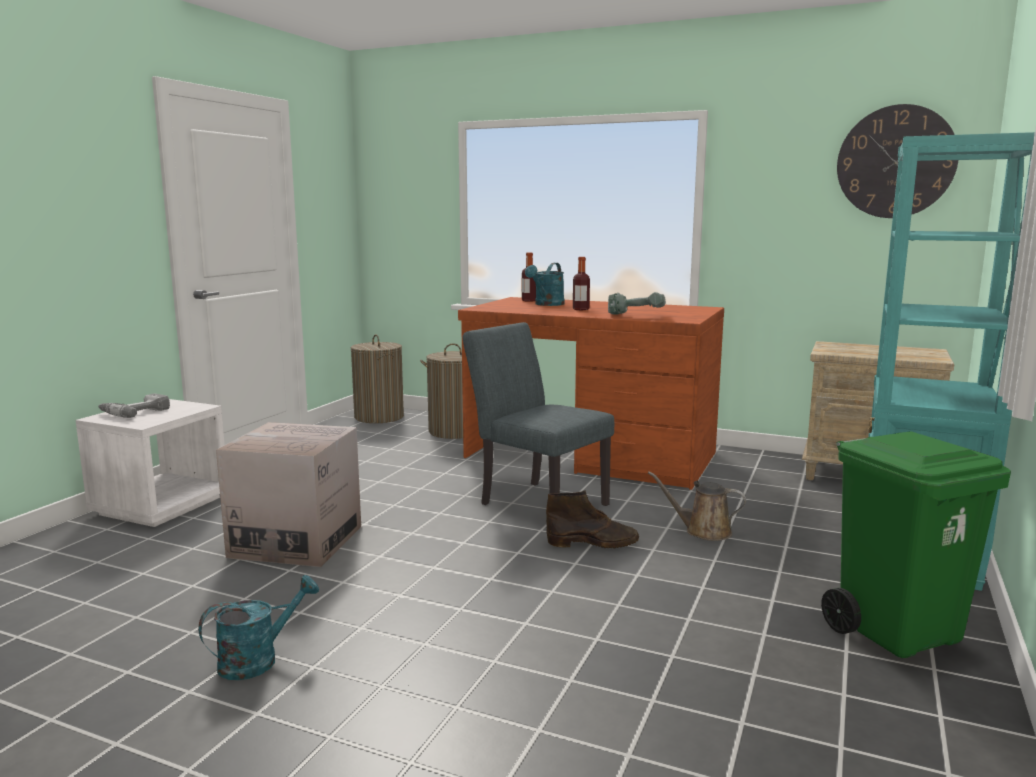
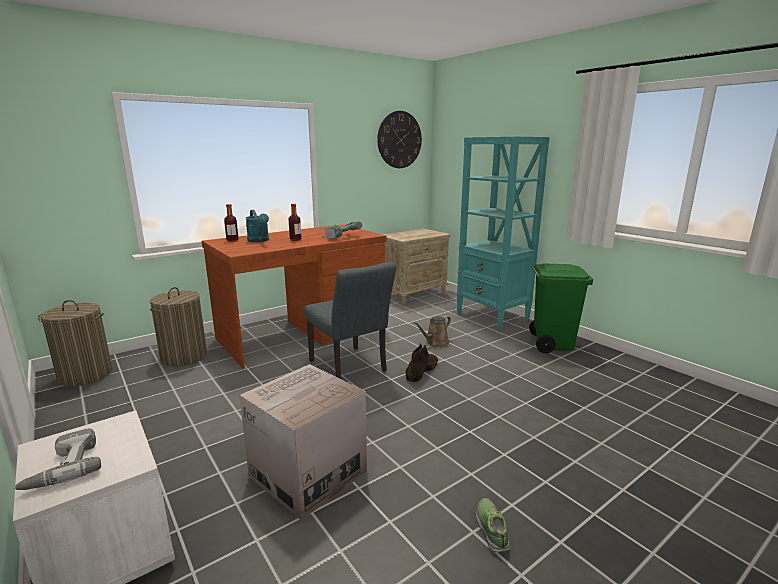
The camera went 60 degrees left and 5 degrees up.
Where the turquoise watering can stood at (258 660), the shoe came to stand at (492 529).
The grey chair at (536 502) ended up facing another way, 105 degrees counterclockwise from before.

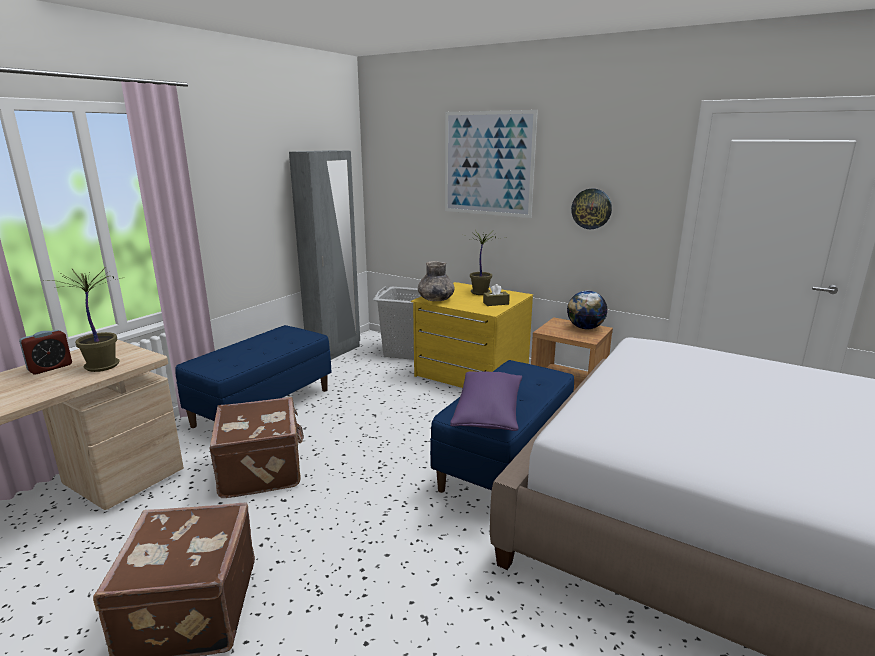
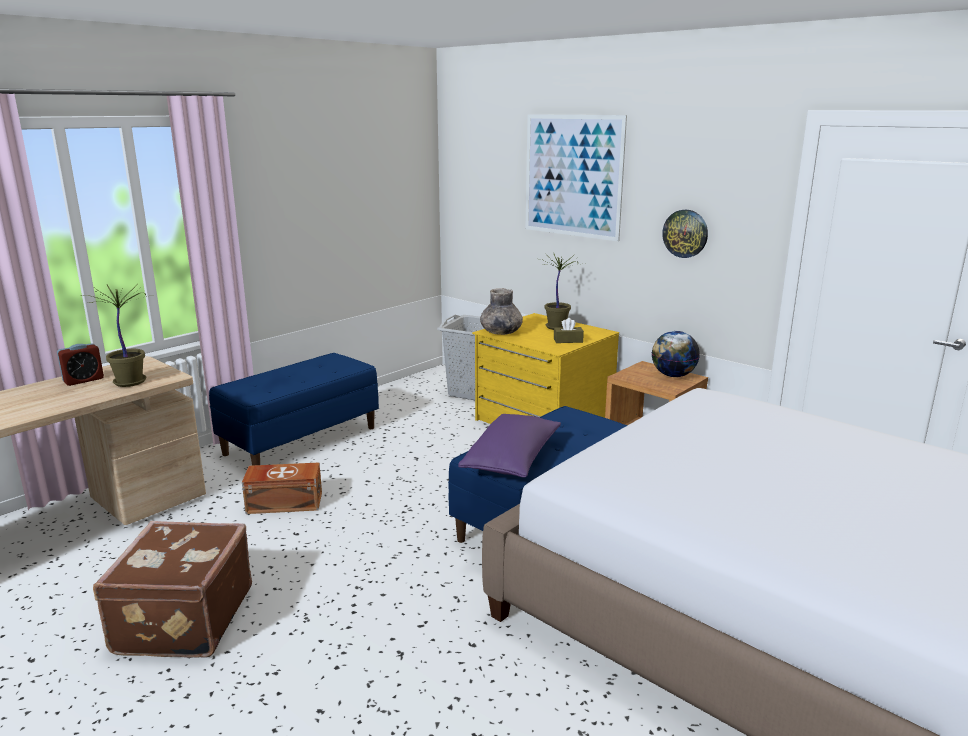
The camera went 10 degrees right and 0 degrees up.
Where the brown suitcase stood at (263 469), the brown storage box came to stand at (283 502).
The second view lost the grey wardrobe at (334 352).

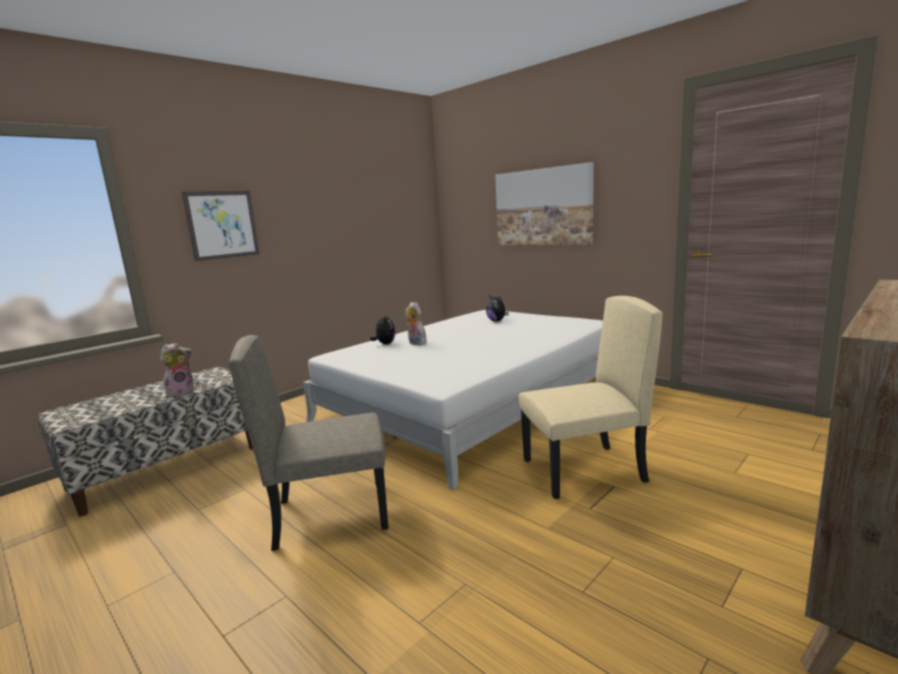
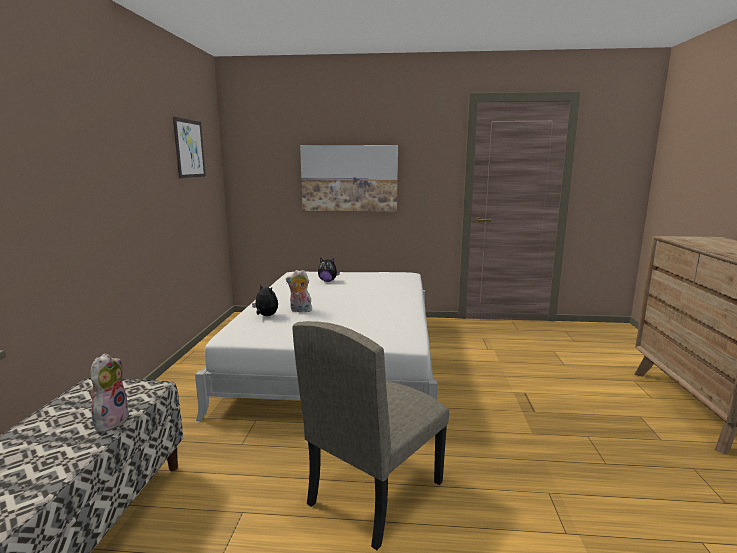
The camera went 40 degrees left and 0 degrees up.
The picture ended up elsewhere, having gone from (222 224) to (189 148).
The second view lost the beige chair at (583 471).

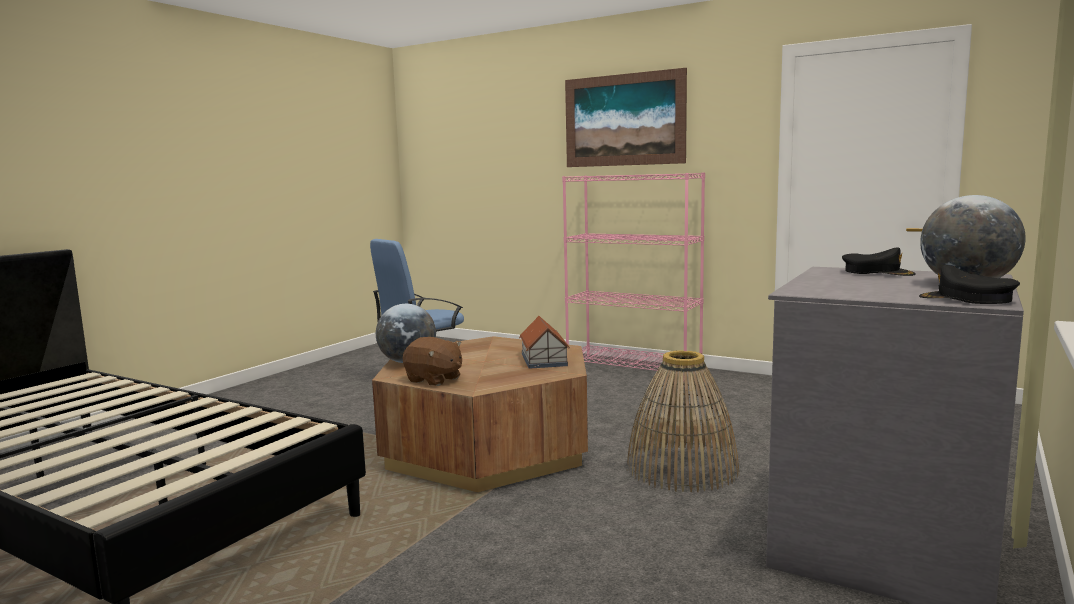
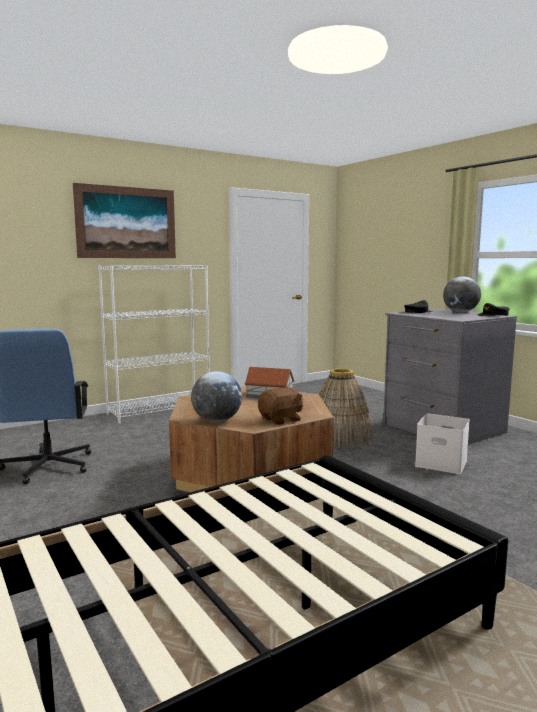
The camera went 65 degrees left and 0 degrees up.
What was the pink bookcase at (634 367) turned into the white bookcase at (159 410).
The second view gained the white storage box at (442 463).

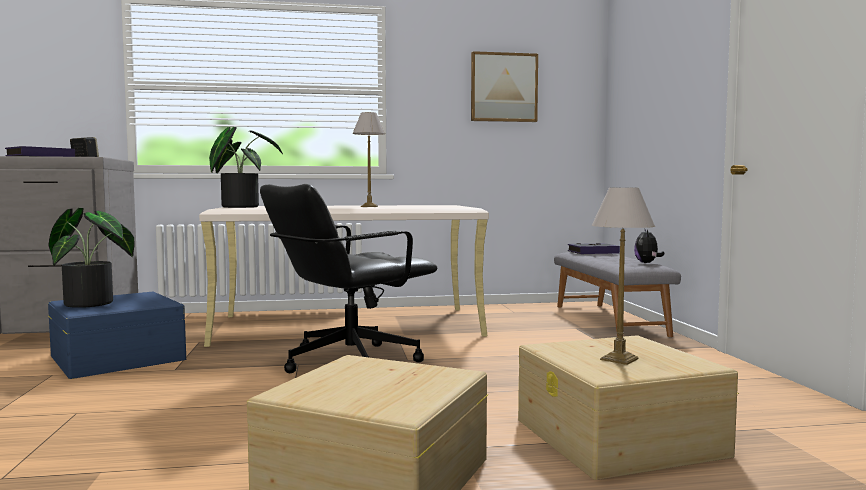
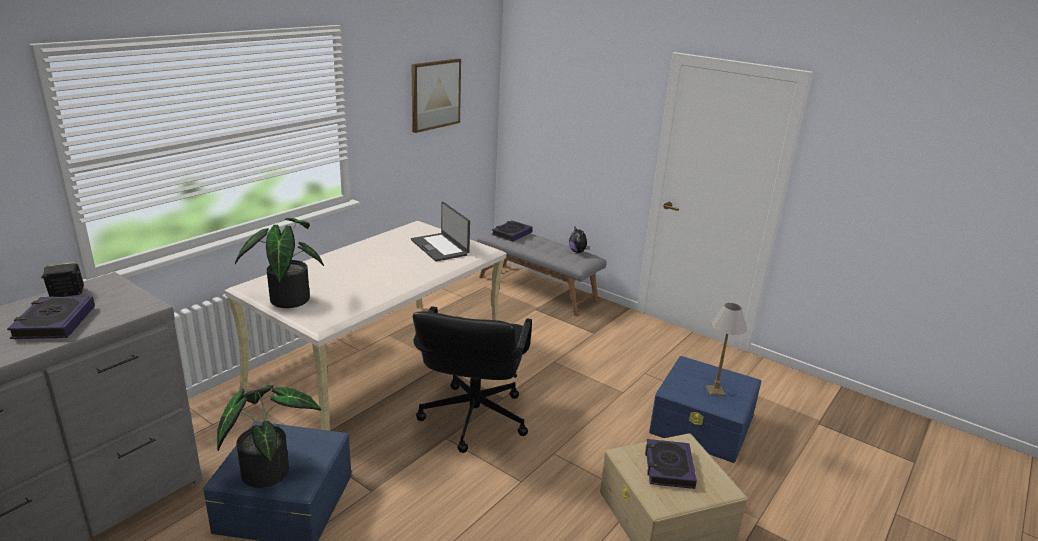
The camera went 45 degrees left and 20 degrees up.
The second view lost the table lamp at (369 206).
What was the beige storage box at (618 437) turned into the blue storage box at (702 425).
The second view gained the laptop at (440 247).
The second view gained the book at (668 467).

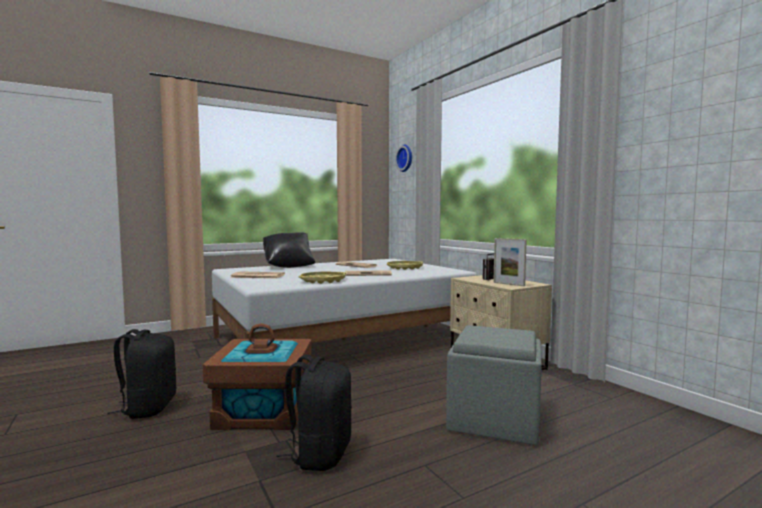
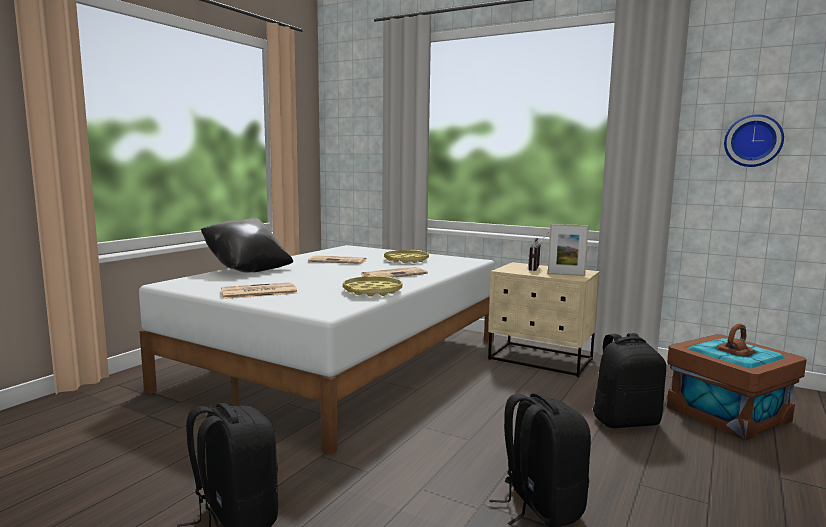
The camera went 30 degrees left and 5 degrees up.
The brown storage box ended up elsewhere, having gone from (263 411) to (728 414).
The wall clock ended up elsewhere, having gone from (406 158) to (753 141).
Where the grey ottoman stood at (495 419), the black backpack came to stand at (625 421).

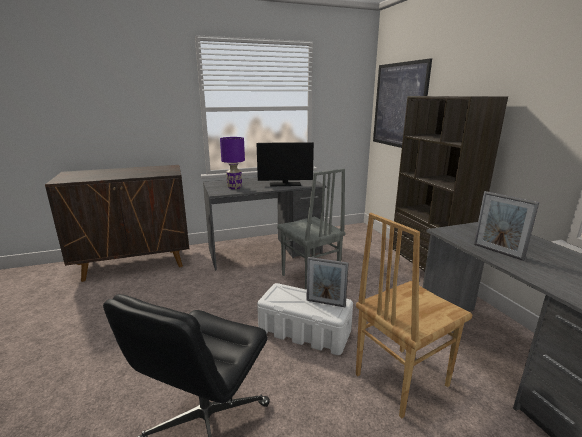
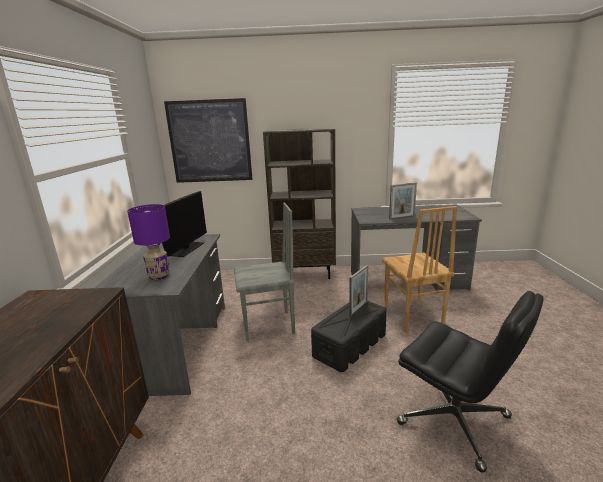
The camera went 70 degrees left and 0 degrees up.
What was the white storage box at (305 331) turned into the black storage box at (350 345).

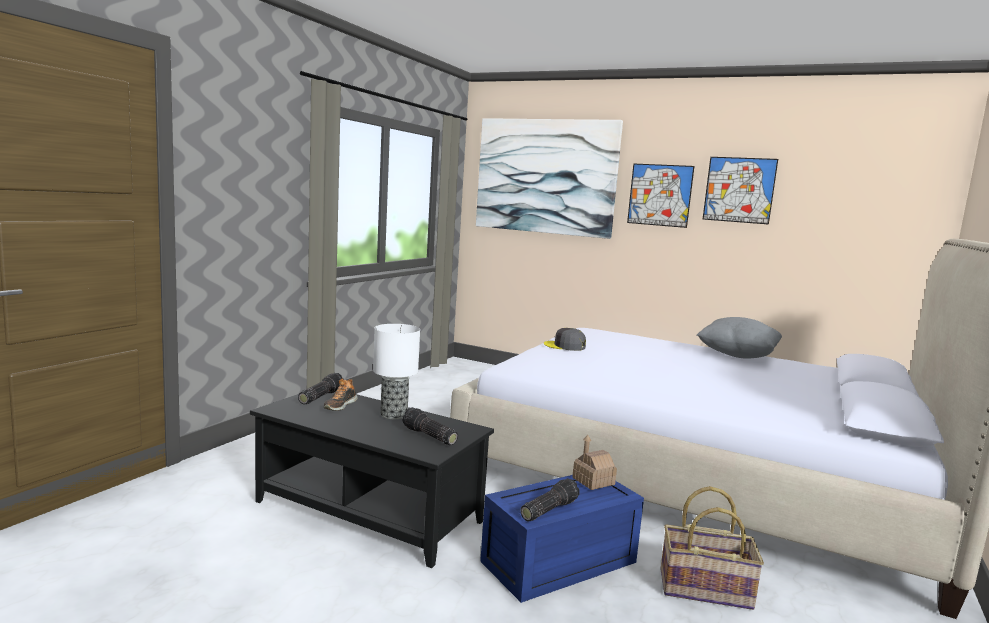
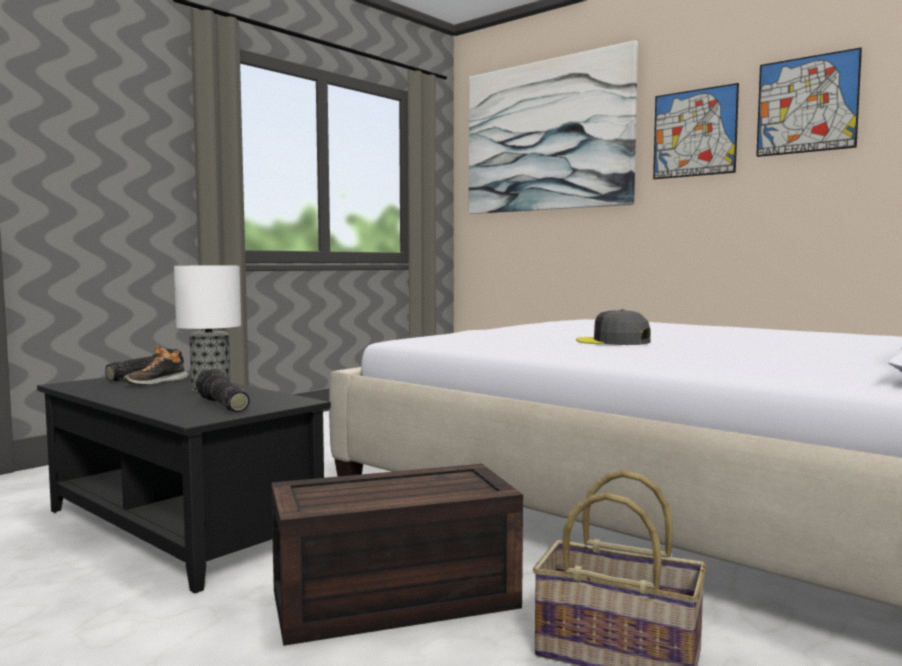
The camera went 15 degrees right and 5 degrees down.
What was the blue storage box at (559 563) turned into the brown storage box at (392 601).
The second view lost the flashlight at (548 509).
The grey cap ended up elsewhere, having gone from (565 346) to (613 342).
The second view lost the toy house at (593 481).
The second view lost the grey pillow at (737 355).

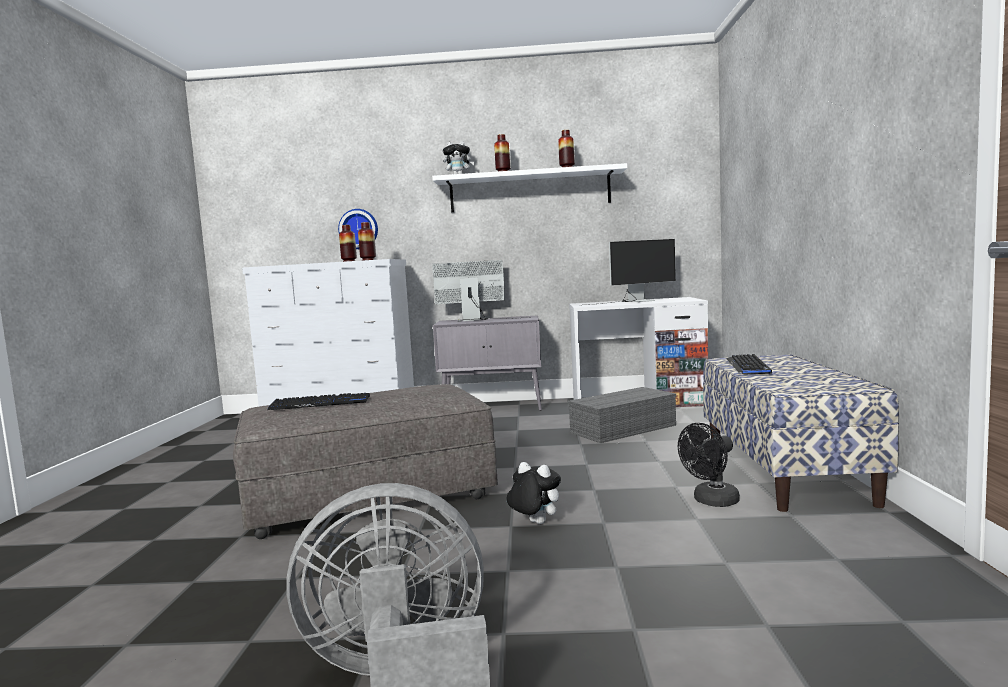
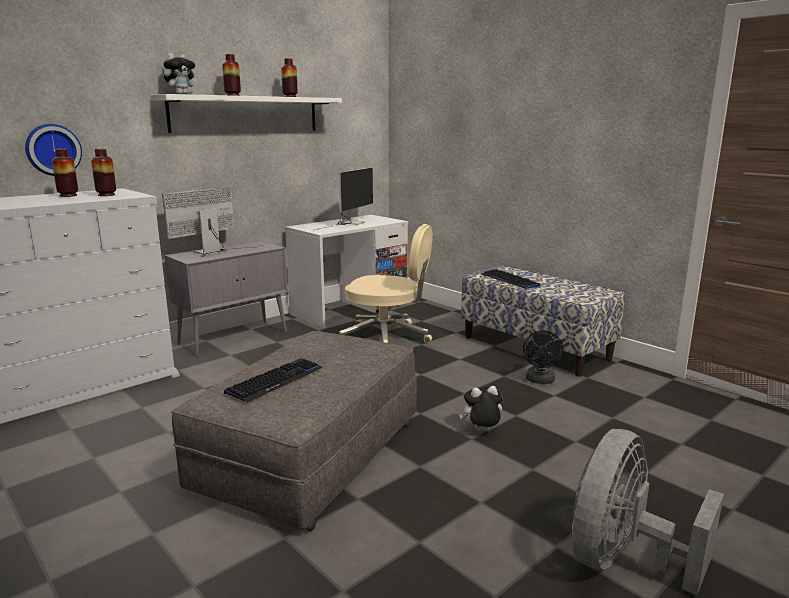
The camera went 45 degrees left and 10 degrees up.
Where the grey storage box stood at (623 429), the beige office chair came to stand at (387 337).

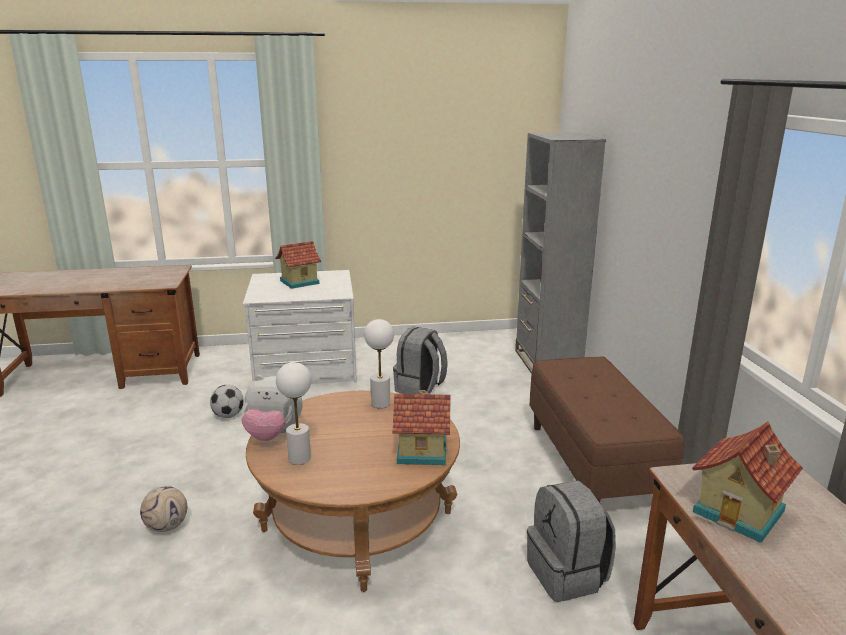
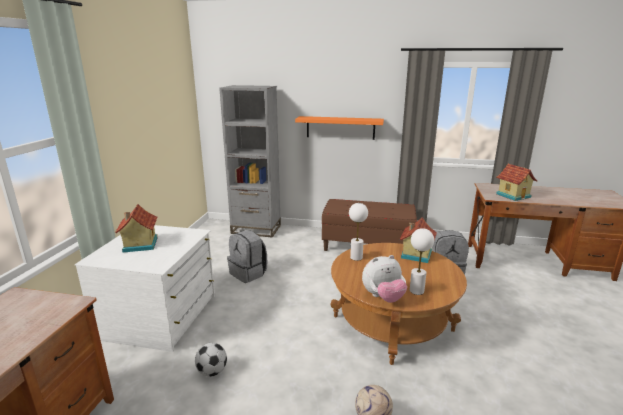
The camera went 70 degrees left and 0 degrees up.
The plush toy at (273 435) ended up facing another way, 45 degrees clockwise from before.
The second view gained the orange shelf at (340 127).

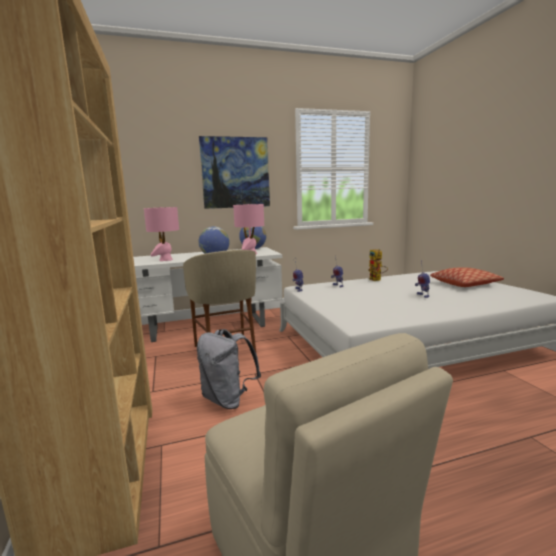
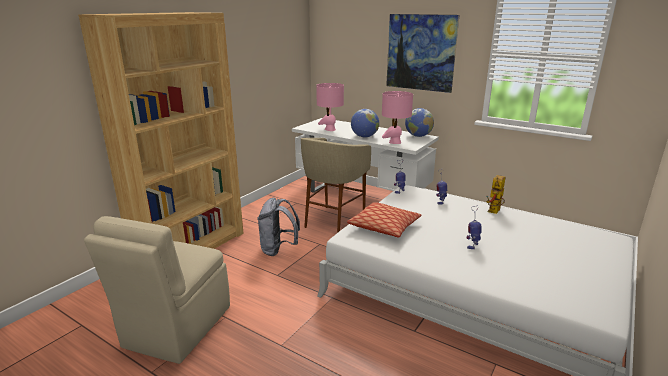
The camera went 50 degrees right and 10 degrees up.
The pillow ended up elsewhere, having gone from (464 284) to (384 227).

